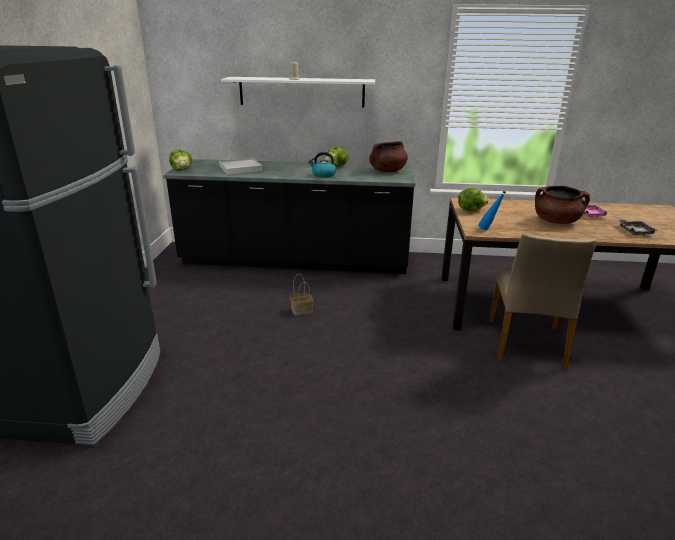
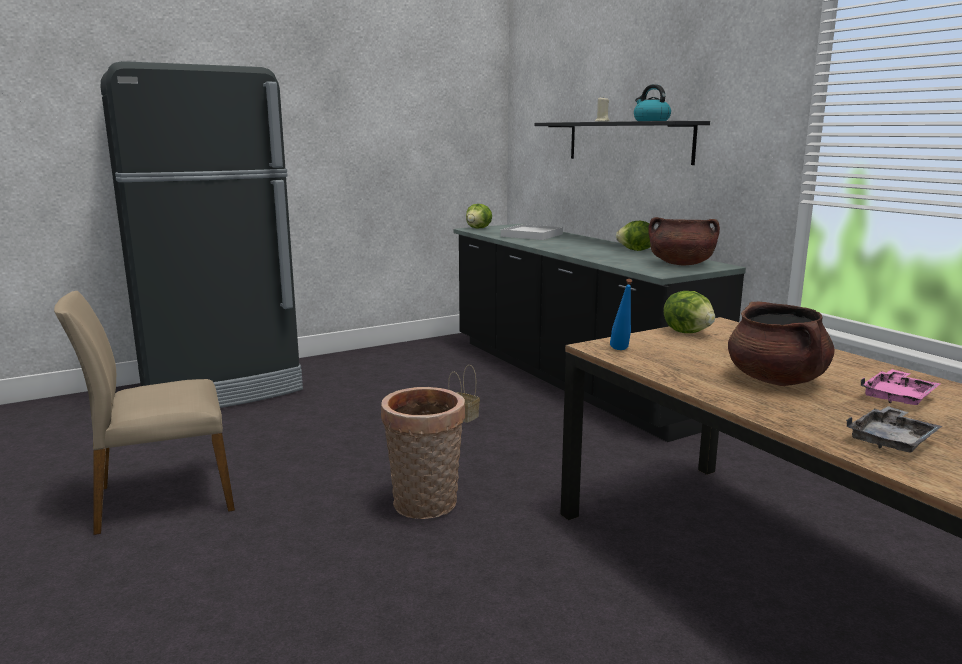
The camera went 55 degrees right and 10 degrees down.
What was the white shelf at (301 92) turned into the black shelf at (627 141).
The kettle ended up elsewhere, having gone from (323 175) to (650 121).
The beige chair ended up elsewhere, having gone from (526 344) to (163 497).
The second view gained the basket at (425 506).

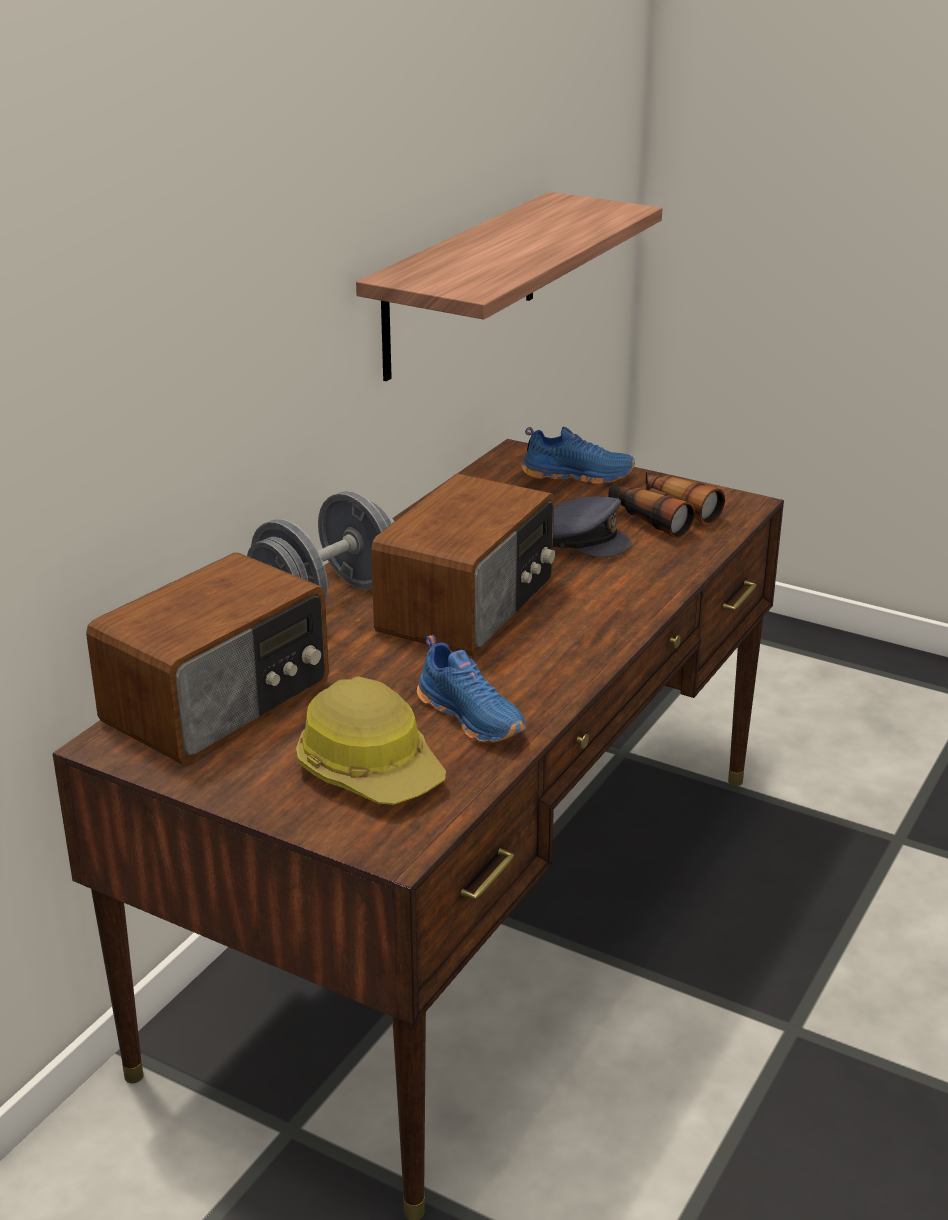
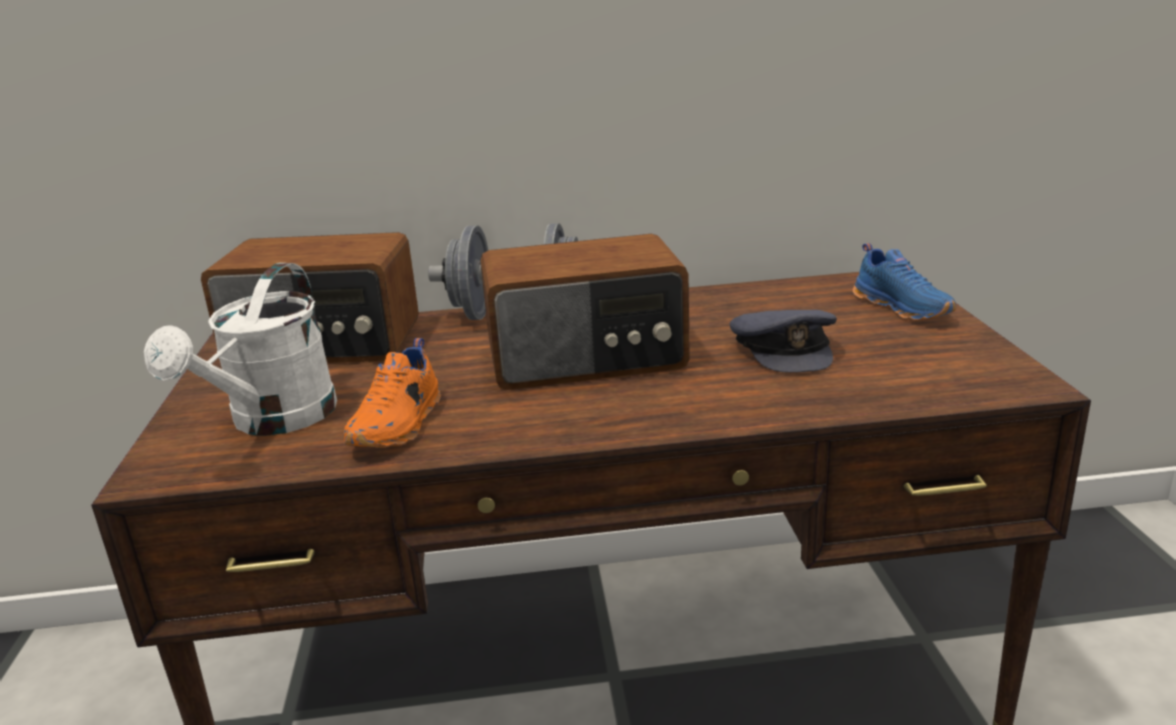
The camera went 55 degrees right and 5 degrees down.
Where the hard hat stood at (371 769), the white watering can came to stand at (274 421).
The second view lost the shelf at (461 285).
What was the blue shoe at (473 717) turned into the orange shoe at (400 426).
The second view lost the binoculars at (661 516).

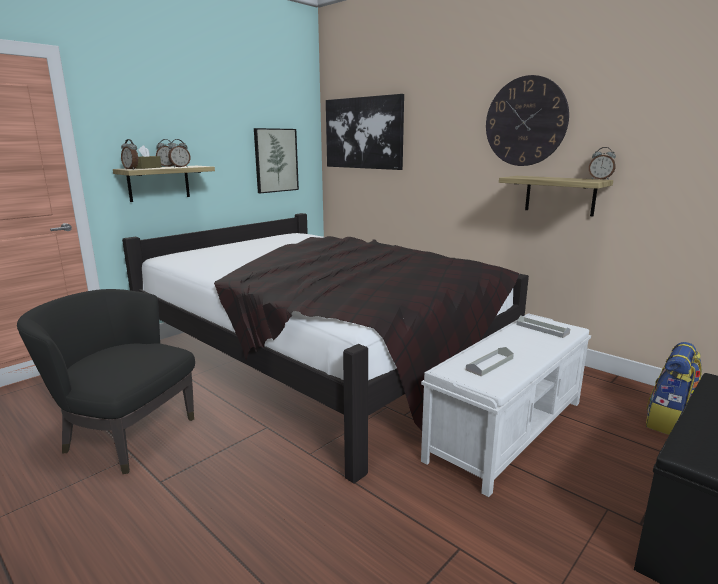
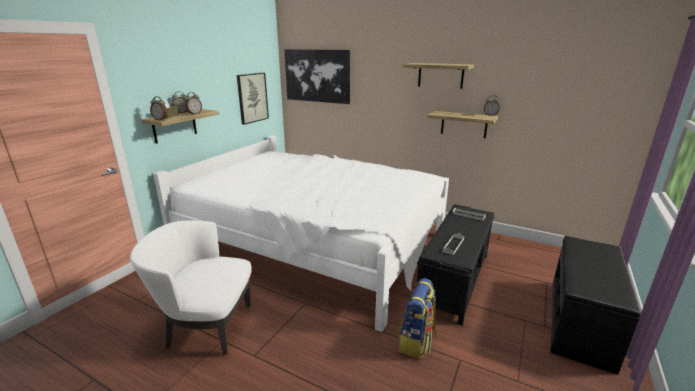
The camera went 15 degrees left and 5 degrees up.
What was the black armchair at (126 435) turned into the white armchair at (206 326).
What was the black bed at (323 356) turned into the white bed at (315 243).
What was the white bench at (508 429) turned into the black bench at (454 279).
Where the wall clock hung at (525 121), the shelf came to hang at (440 75).
The backpack ended up elsewhere, having gone from (669 422) to (416 342).

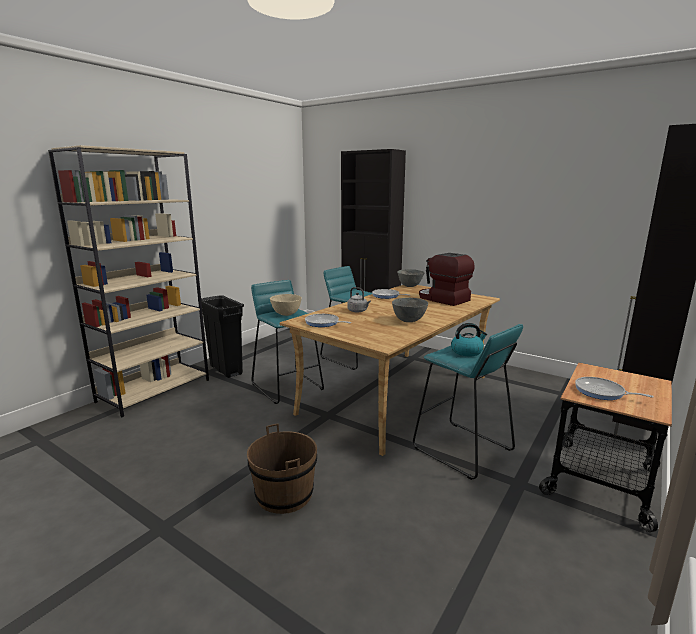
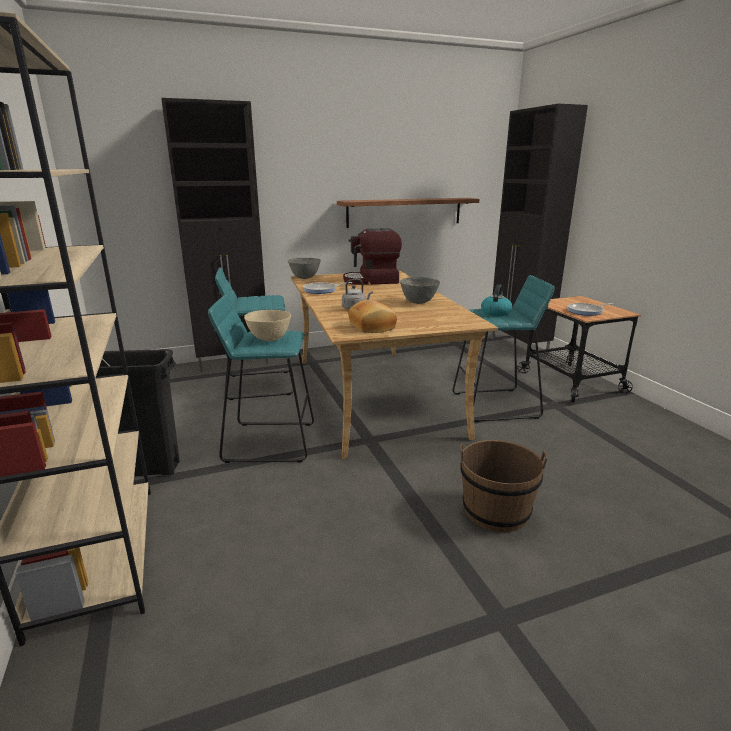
The camera went 55 degrees left and 5 degrees up.
Where the frying pan stood at (323 323), the bread came to stand at (373 326).
The second view gained the shelf at (404 212).

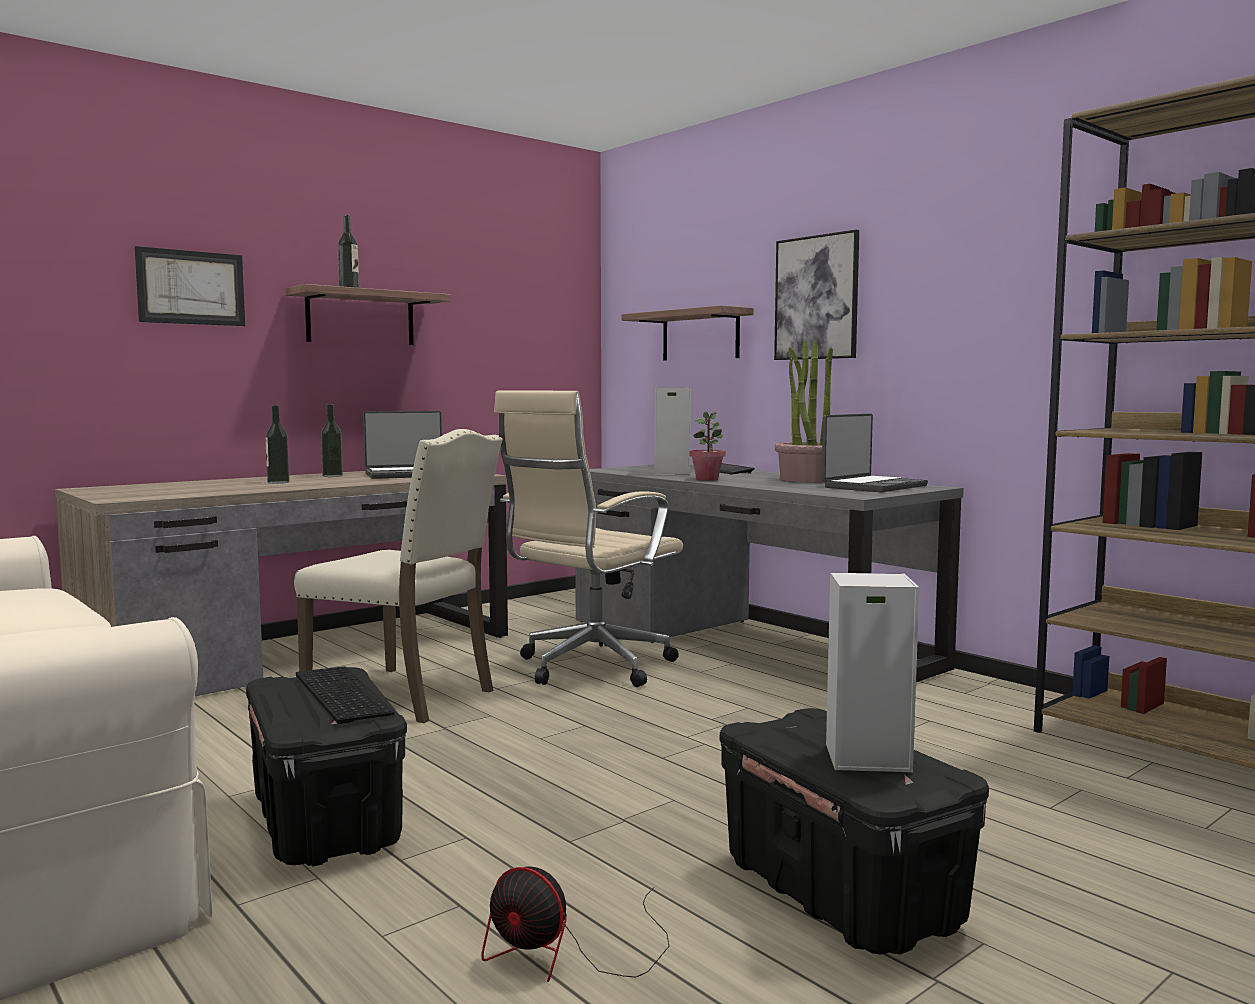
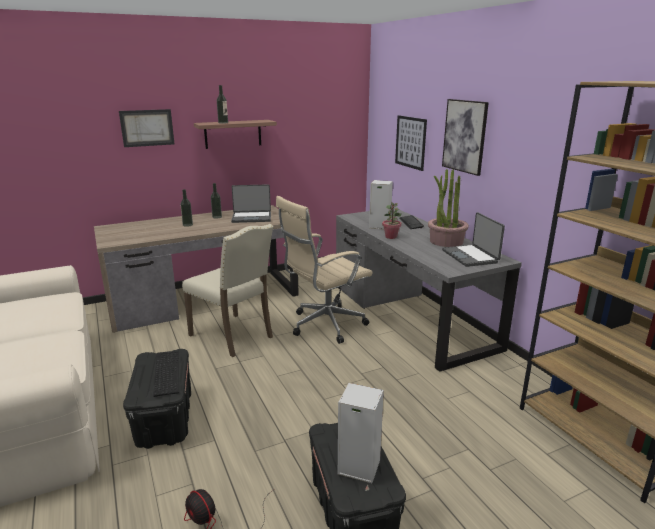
The camera went 15 degrees right and 15 degrees up.
Where the shelf hung at (700 335), the picture came to hang at (410 142).
The laptop at (873 486) ended up facing another way, 105 degrees clockwise from before.

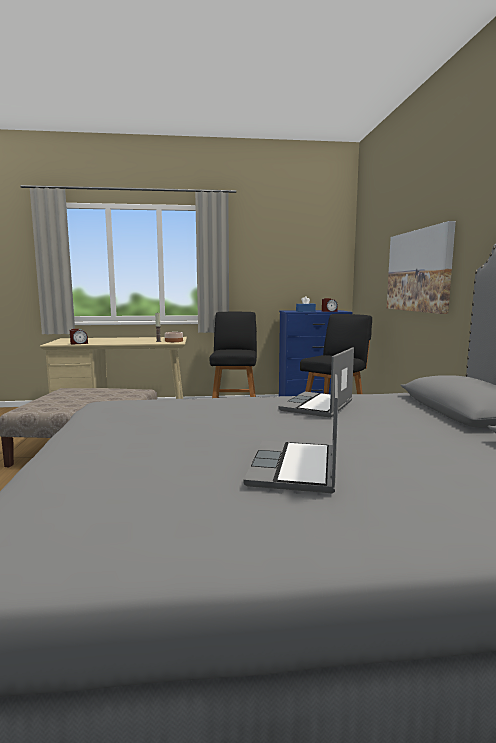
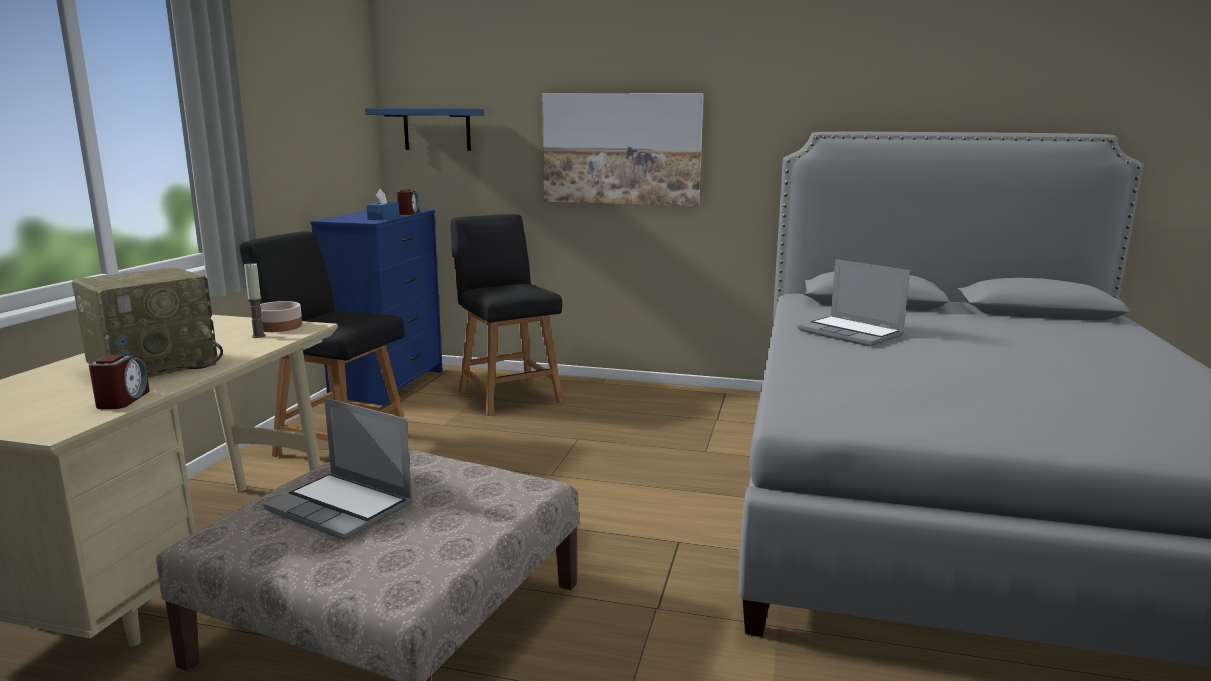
The camera went 70 degrees left and 5 degrees up.
The laptop ended up elsewhere, having gone from (296 469) to (342 507).
The second view gained the radio at (155 366).
The second view gained the blue shelf at (437 129).

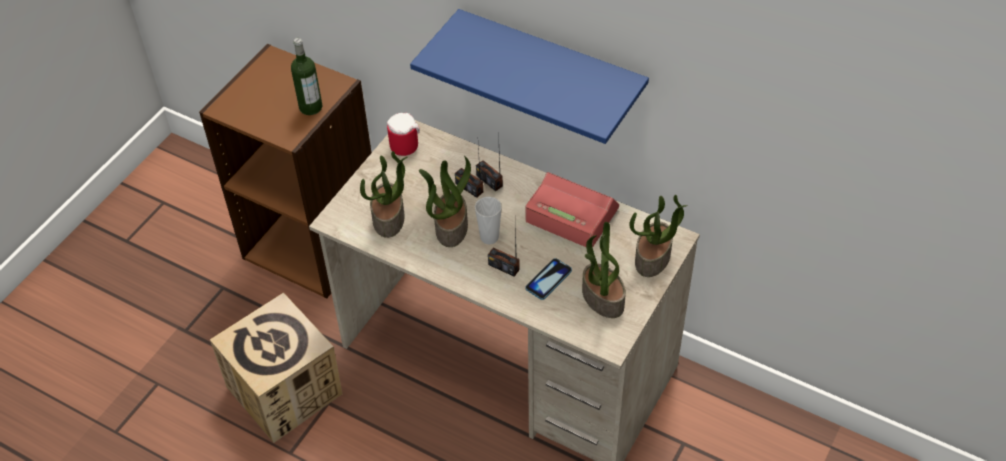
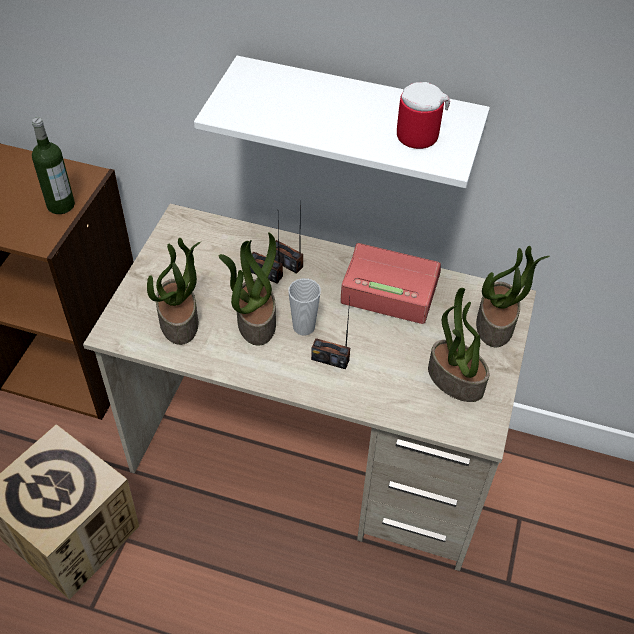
The camera went 15 degrees left and 0 degrees up.
The mug ended up elsewhere, having gone from (405 143) to (416 132).
What was the blue shelf at (550 71) turned into the white shelf at (357 120).
The second view lost the phone at (548 280).

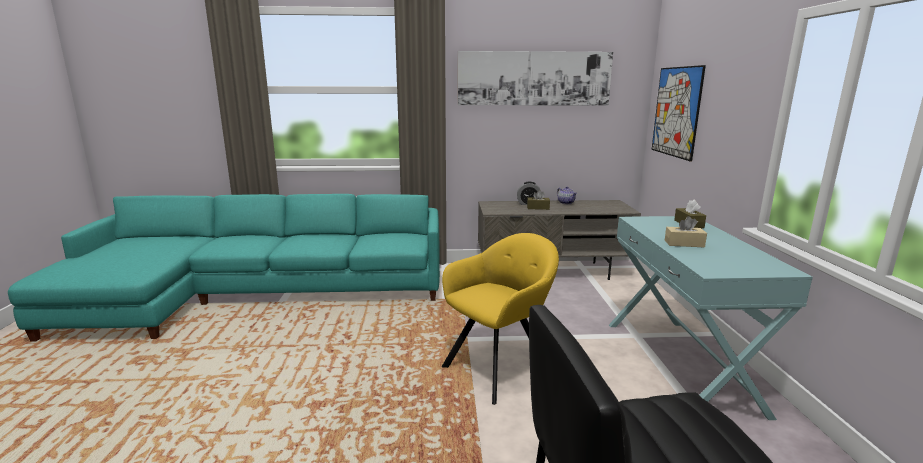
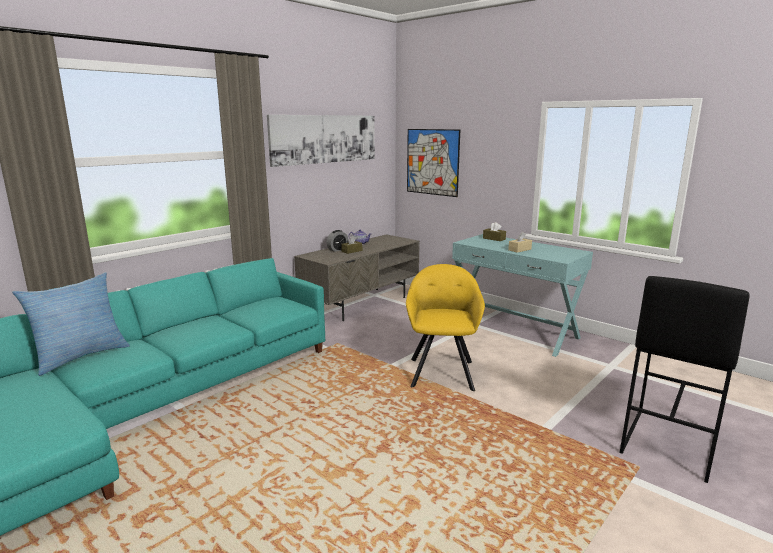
The camera went 45 degrees left and 0 degrees up.
The second view gained the pillow at (80 356).

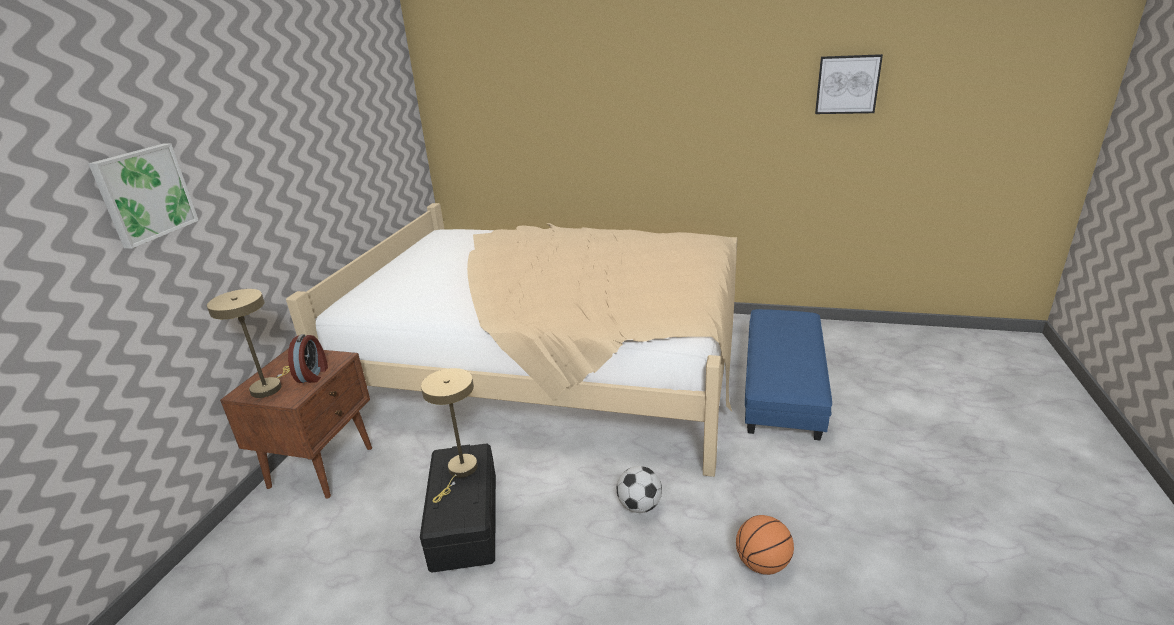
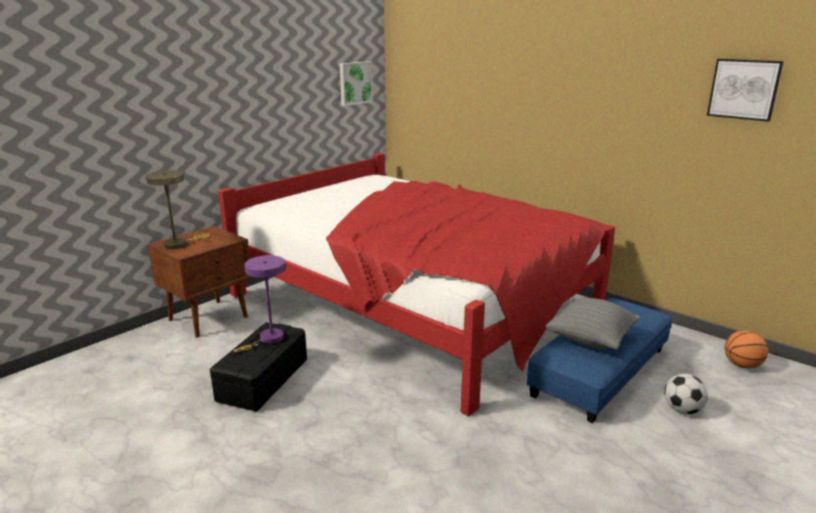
The camera went 25 degrees right and 5 degrees down.
The picture ended up elsewhere, having gone from (144 194) to (355 83).
What was the beige bed at (553 368) turned into the red bed at (415 303).
The second view lost the alarm clock at (313 374).
What was the beige table lamp at (460 471) turned into the purple table lamp at (268 339).
The football ended up elsewhere, having gone from (639 506) to (682 410).
The basketball ended up elsewhere, having gone from (762 564) to (742 365).
The second view gained the grey pillow at (590 340).

